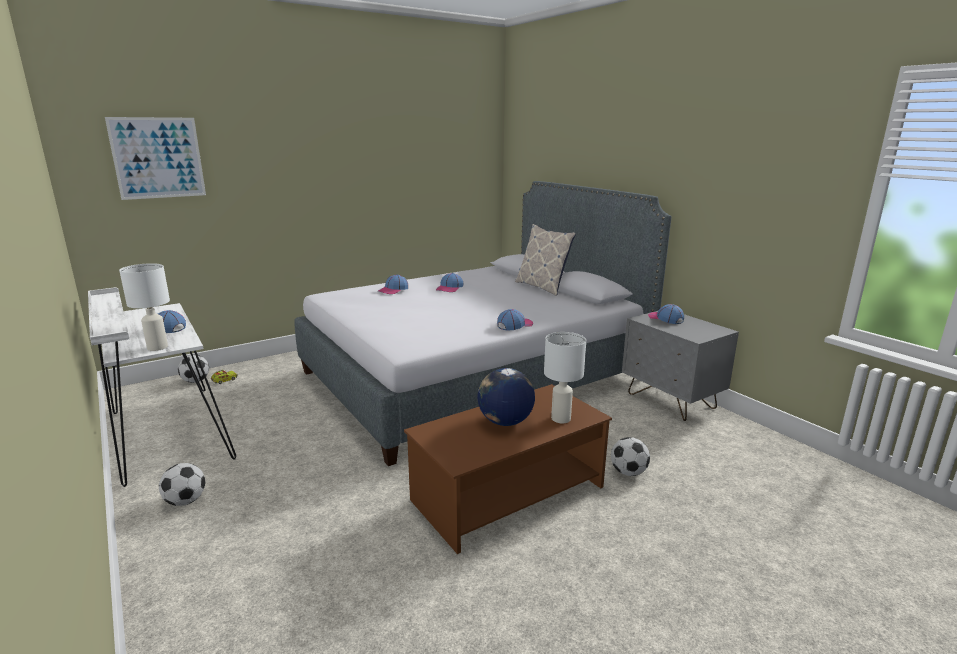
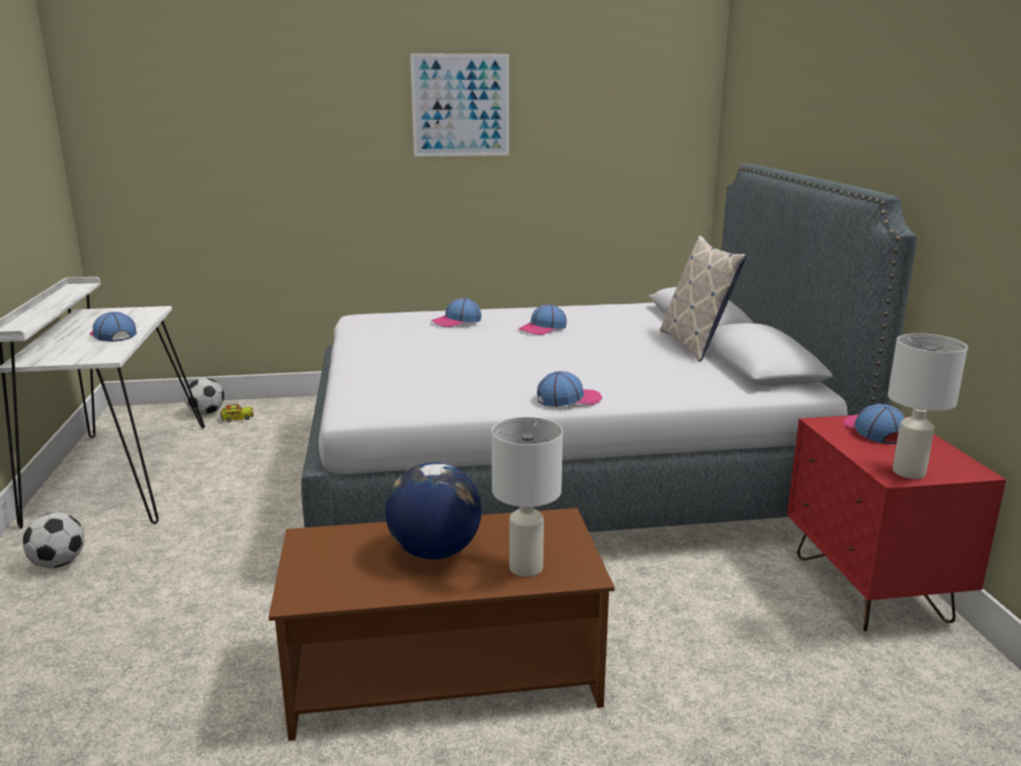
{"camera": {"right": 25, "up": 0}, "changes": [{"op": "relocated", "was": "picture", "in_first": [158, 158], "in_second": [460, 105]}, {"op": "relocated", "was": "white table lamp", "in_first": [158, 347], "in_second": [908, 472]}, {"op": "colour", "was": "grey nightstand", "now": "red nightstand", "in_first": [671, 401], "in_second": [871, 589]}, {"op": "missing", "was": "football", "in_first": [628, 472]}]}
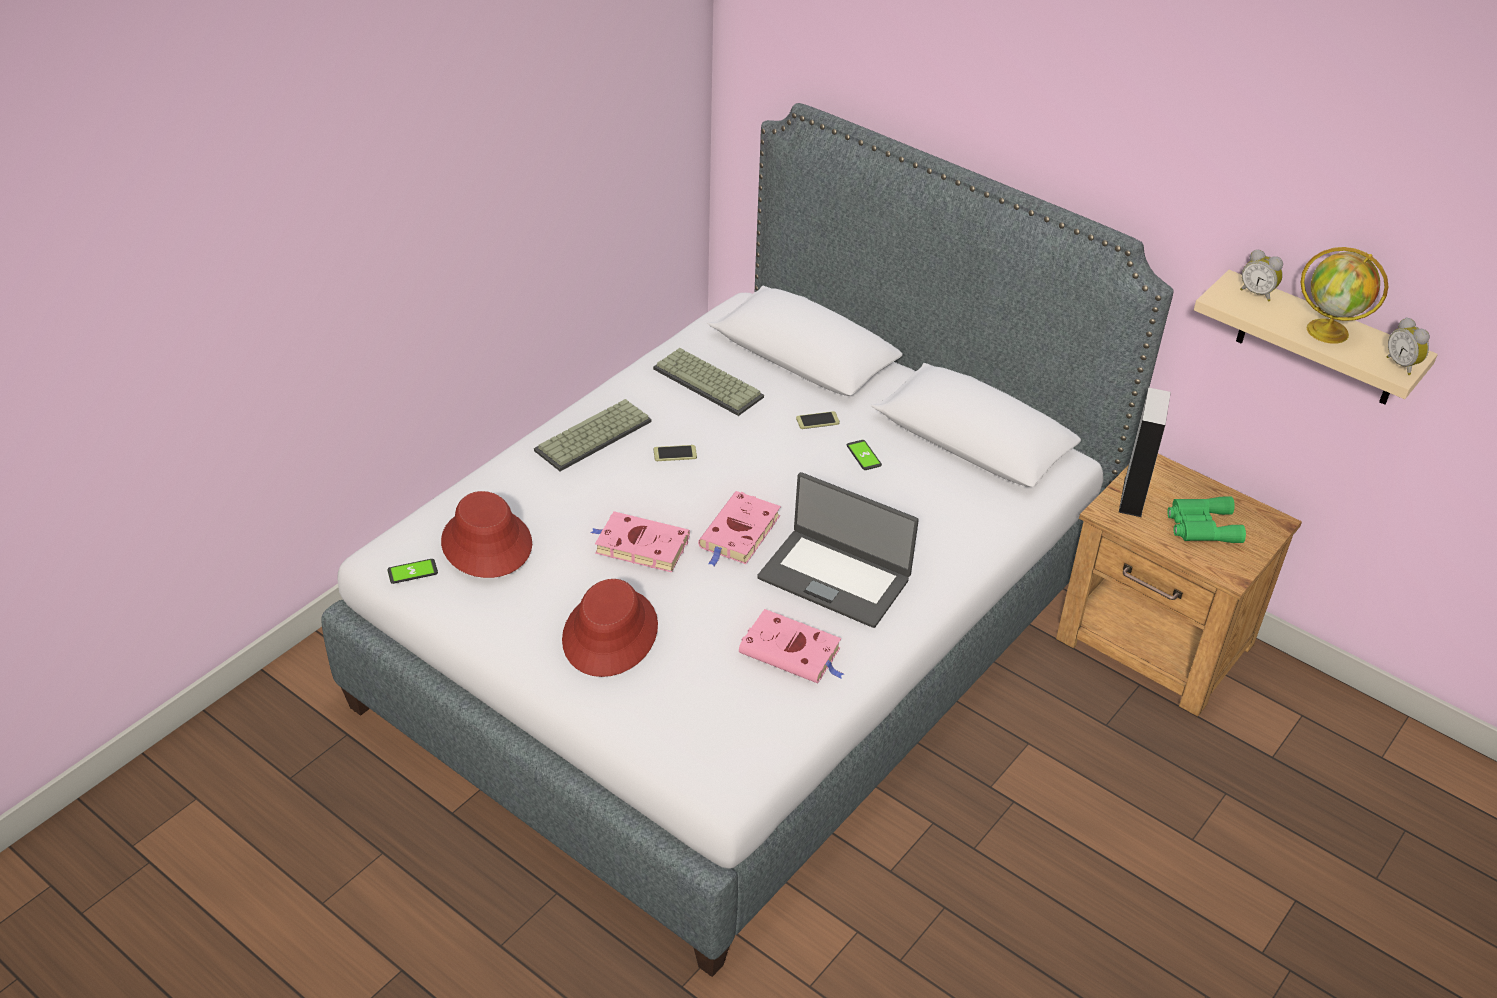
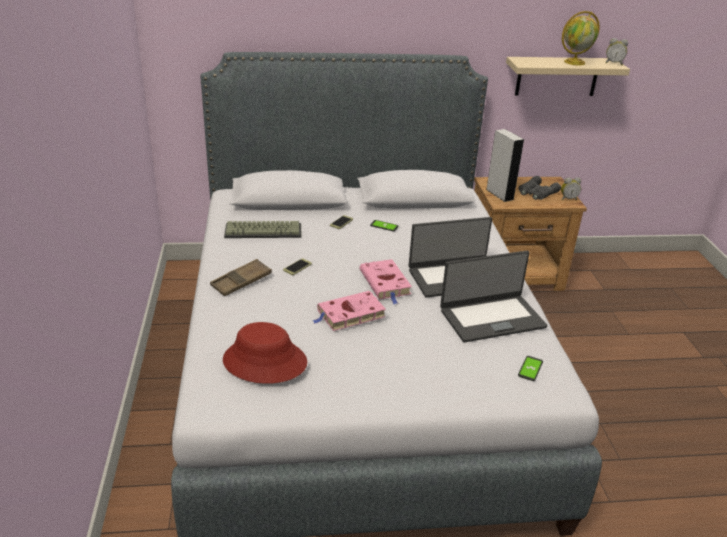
{"camera": {"right": -45, "up": -10}, "changes": [{"op": "relocated", "was": "alarm clock", "in_first": [1257, 293], "in_second": [568, 199]}, {"op": "exchanged", "was": "keyboard", "now": "brown tray", "in_first": [593, 437], "in_second": [241, 281]}, {"op": "colour", "was": "green binoculars", "now": "grey binoculars", "in_first": [1201, 526], "in_second": [536, 193]}, {"op": "relocated", "was": "phone", "in_first": [412, 572], "in_second": [530, 369]}, {"op": "missing", "was": "red hat", "in_first": [610, 633]}, {"op": "exchanged", "was": "pink book", "now": "laptop", "in_first": [792, 652], "in_second": [491, 318]}]}
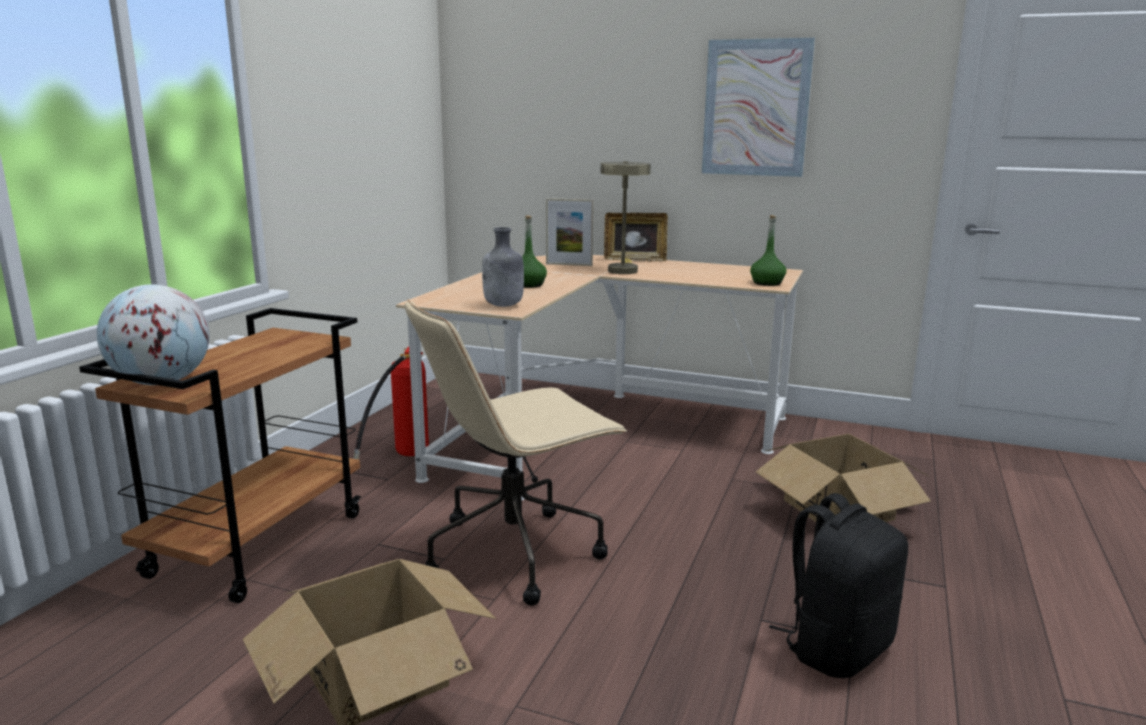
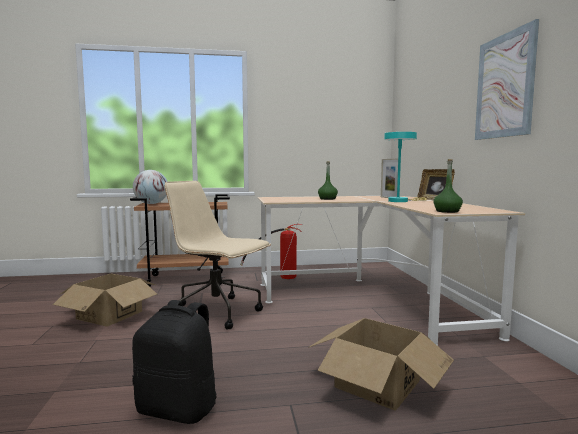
{"camera": {"right": 60, "up": -10}, "changes": [{"op": "colour", "was": "beige table lamp", "now": "turquoise table lamp", "in_first": [622, 270], "in_second": [401, 201]}, {"op": "missing", "was": "grey bottle", "in_first": [504, 305]}]}
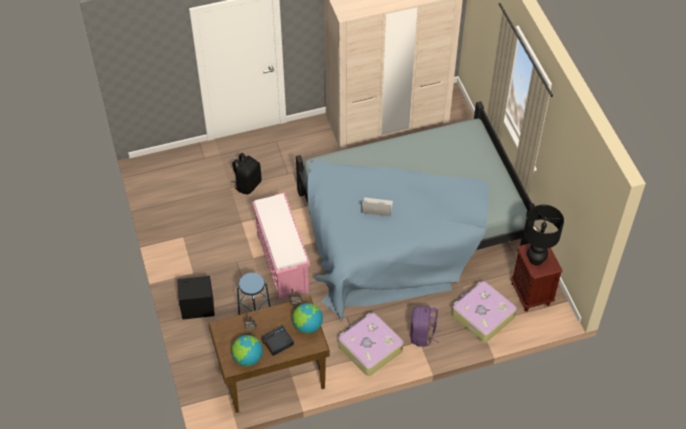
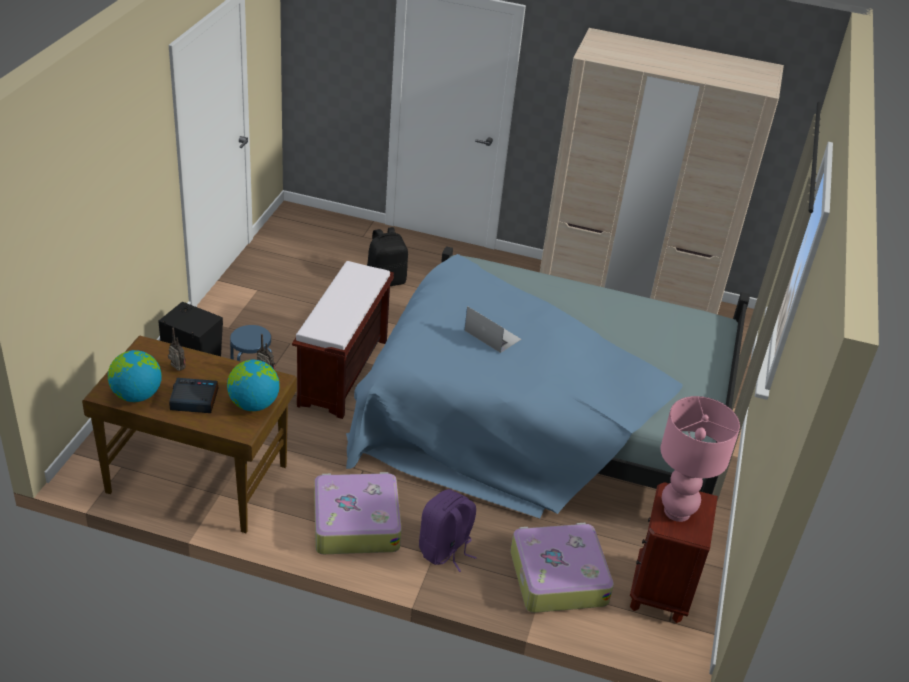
{"camera": {"right": 30, "up": -15}, "changes": [{"op": "colour", "was": "pink bench", "now": "brown bench", "in_first": [283, 263], "in_second": [343, 373]}, {"op": "colour", "was": "black table lamp", "now": "pink table lamp", "in_first": [536, 259], "in_second": [677, 512]}]}
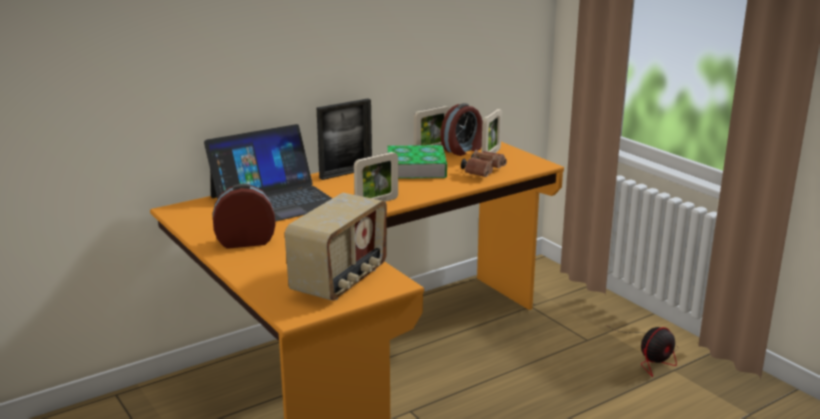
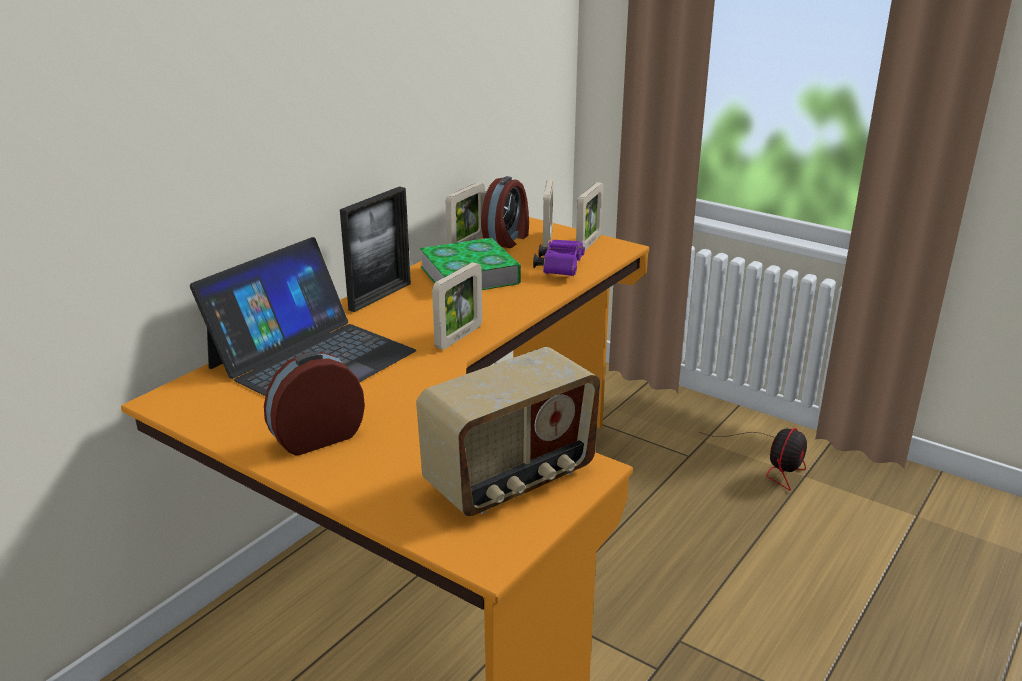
{"camera": {"right": -20, "up": 5}, "changes": [{"op": "colour", "was": "brown binoculars", "now": "purple binoculars", "in_first": [483, 172], "in_second": [560, 268]}, {"op": "spun", "was": "radio", "in_first": [341, 281], "in_second": [511, 480], "clockwise": 45}, {"op": "appeared", "now": "picture frame", "in_second": [588, 244]}]}
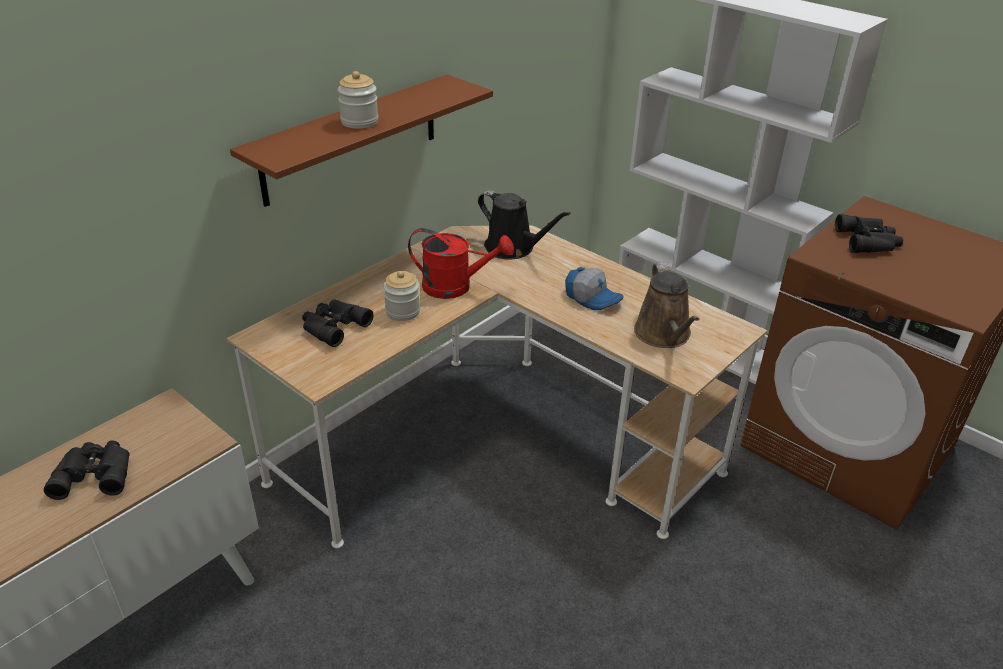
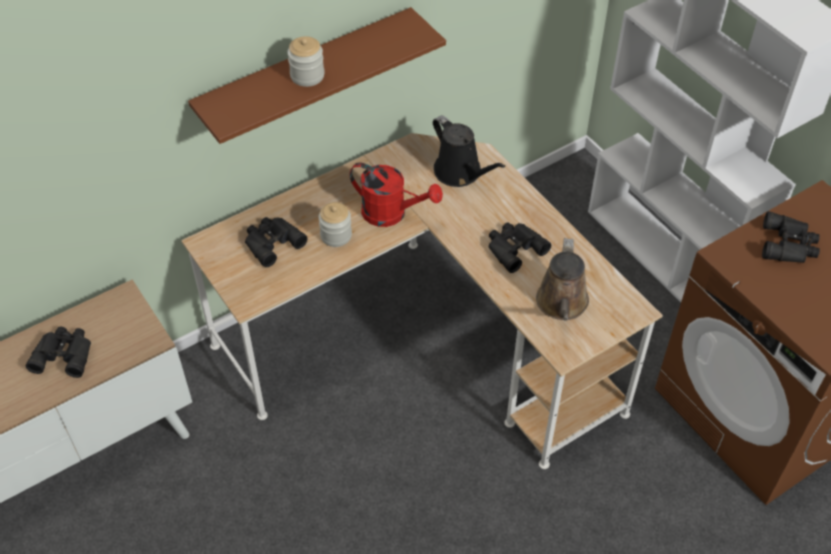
{"camera": {"right": 15, "up": 15}, "changes": [{"op": "exchanged", "was": "cap", "now": "black binoculars", "in_first": [593, 298], "in_second": [513, 248]}]}
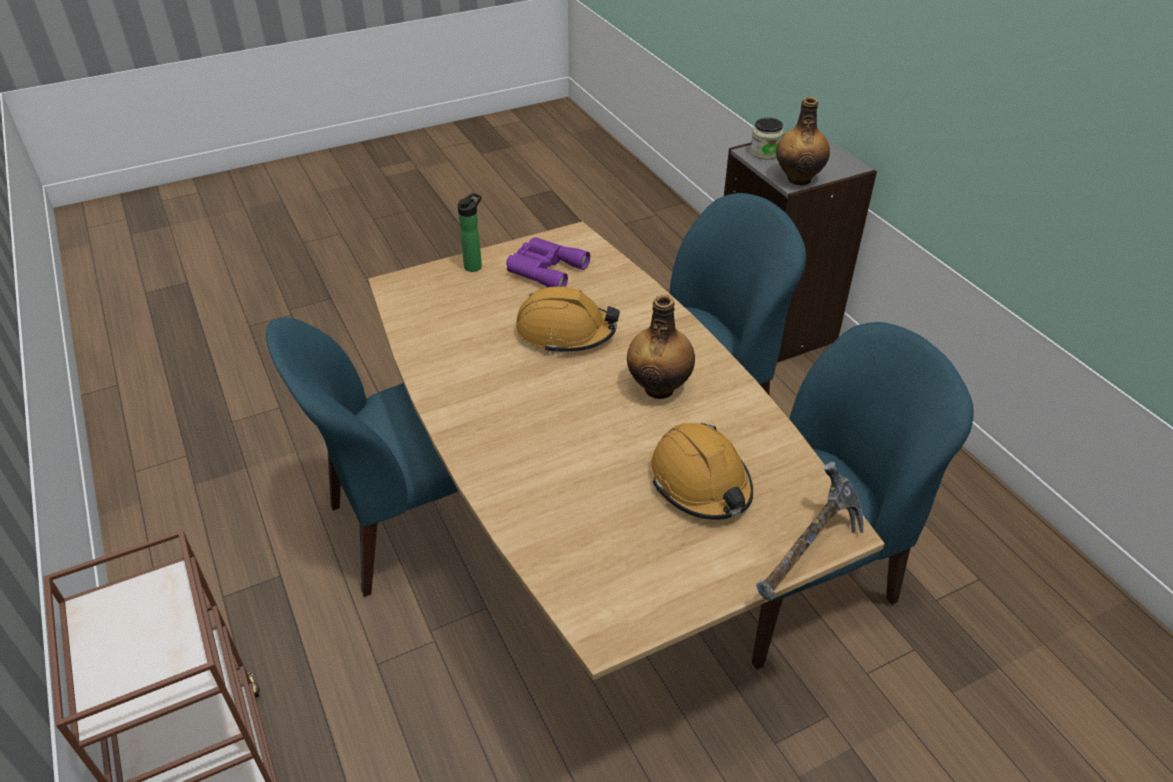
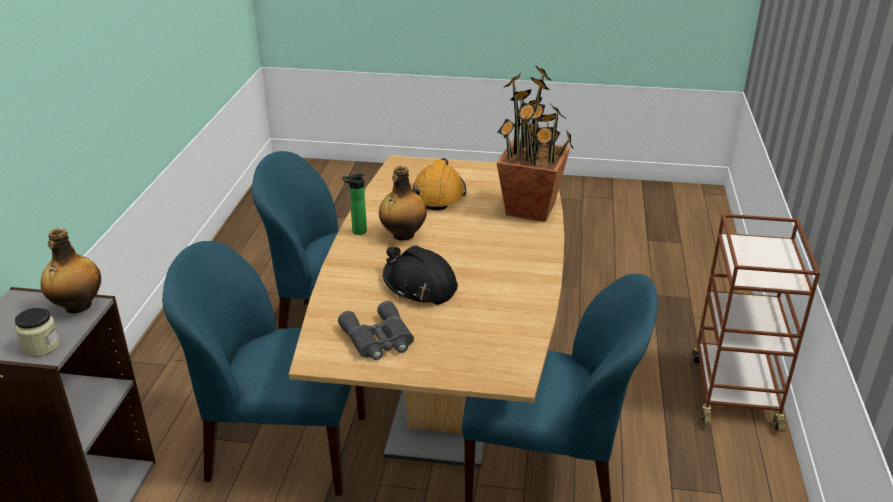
{"camera": {"right": -145, "up": -10}, "changes": [{"op": "relocated", "was": "bottle", "in_first": [475, 265], "in_second": [357, 231]}, {"op": "colour", "was": "purple binoculars", "now": "grey binoculars", "in_first": [544, 269], "in_second": [378, 339]}, {"op": "colour", "was": "orange hard hat", "now": "black hard hat", "in_first": [565, 332], "in_second": [419, 286]}, {"op": "missing", "was": "hammer", "in_first": [804, 557]}, {"op": "appeared", "now": "potted plant", "in_second": [531, 209]}]}
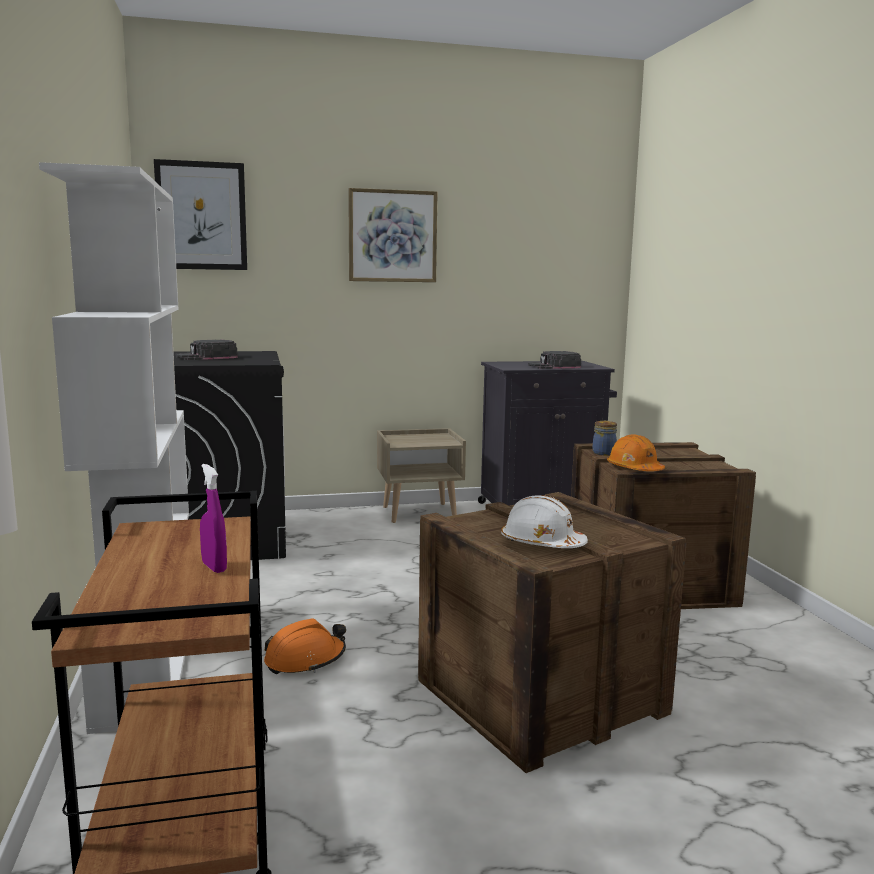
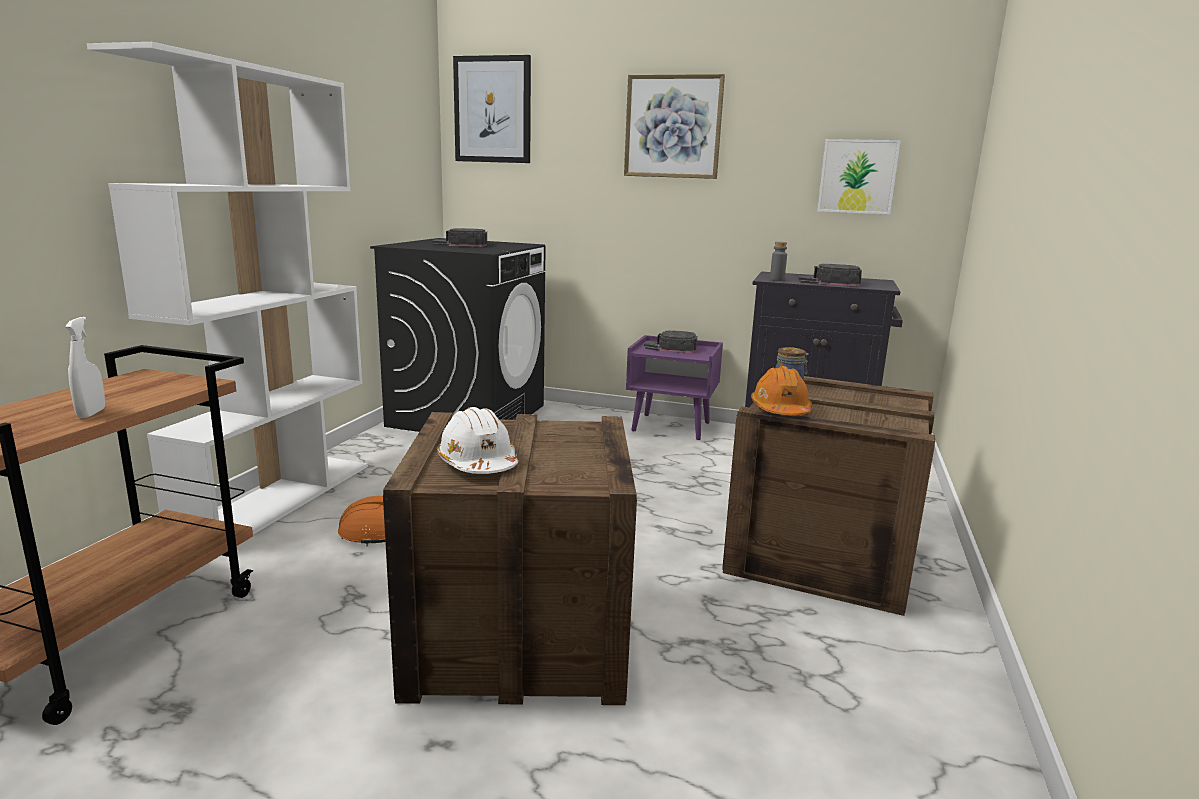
{"camera": {"right": 30, "up": 5}, "changes": [{"op": "colour", "was": "beige nightstand", "now": "purple nightstand", "in_first": [419, 512], "in_second": [672, 426]}, {"op": "colour", "was": "purple spray bottle", "now": "white spray bottle", "in_first": [214, 567], "in_second": [91, 413]}, {"op": "appeared", "now": "picture", "in_second": [857, 176]}, {"op": "appeared", "now": "grey bottle", "in_second": [777, 279]}, {"op": "appeared", "now": "black cap", "in_second": [670, 347]}]}
